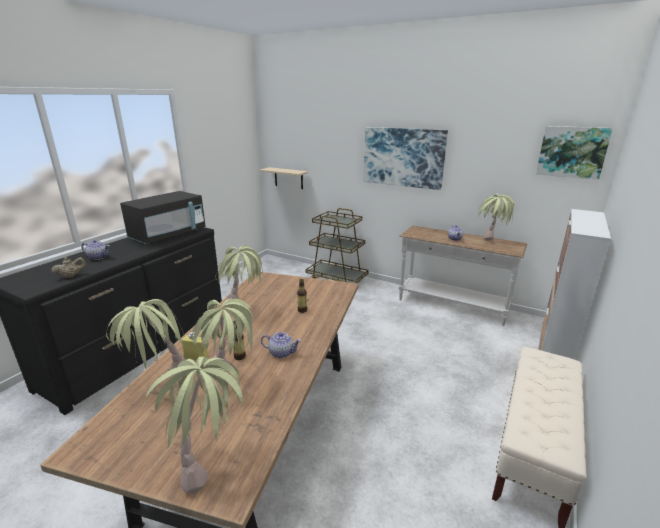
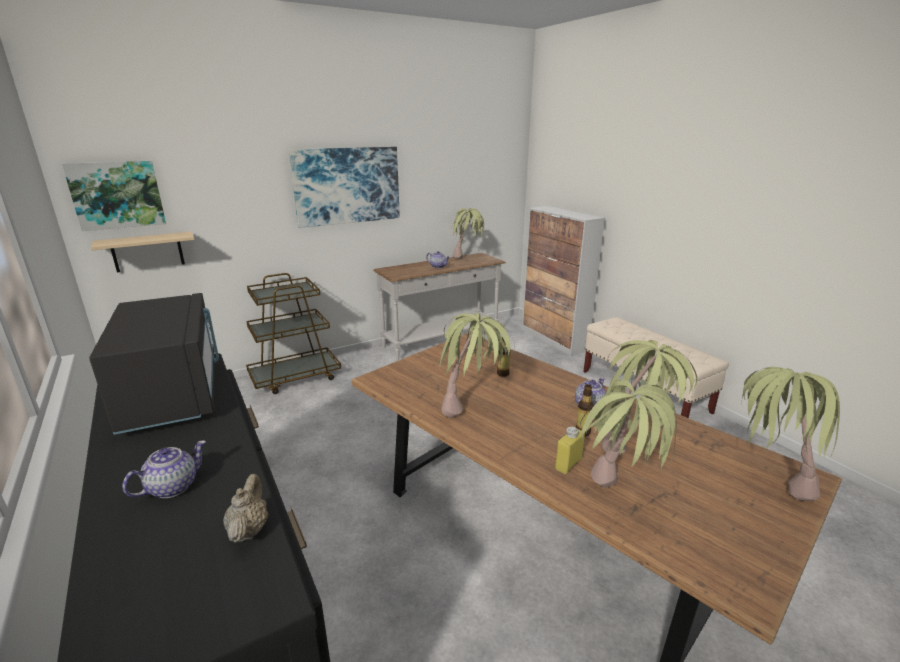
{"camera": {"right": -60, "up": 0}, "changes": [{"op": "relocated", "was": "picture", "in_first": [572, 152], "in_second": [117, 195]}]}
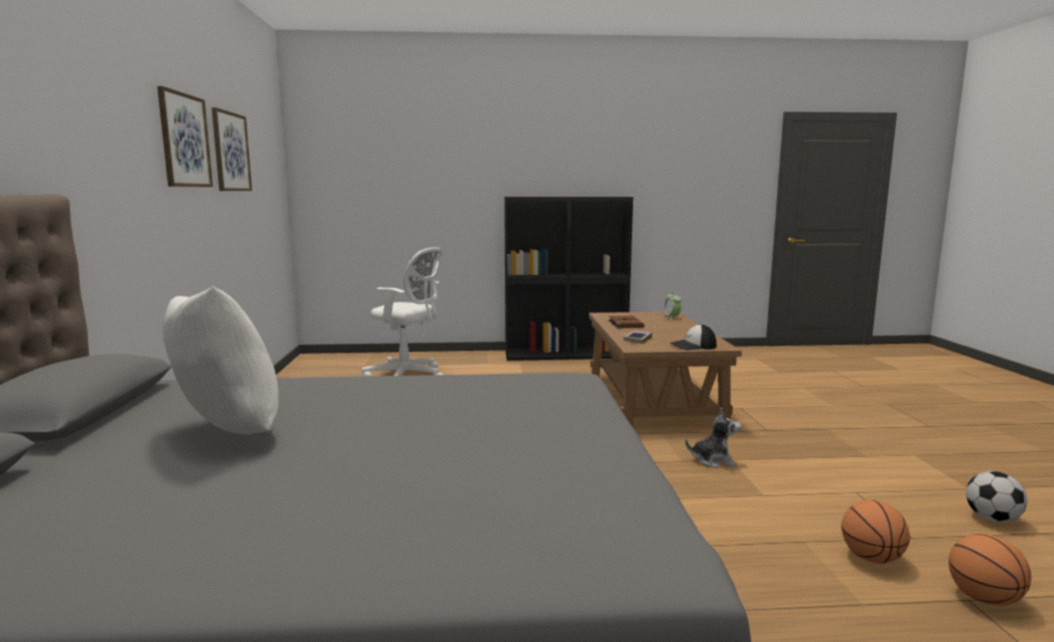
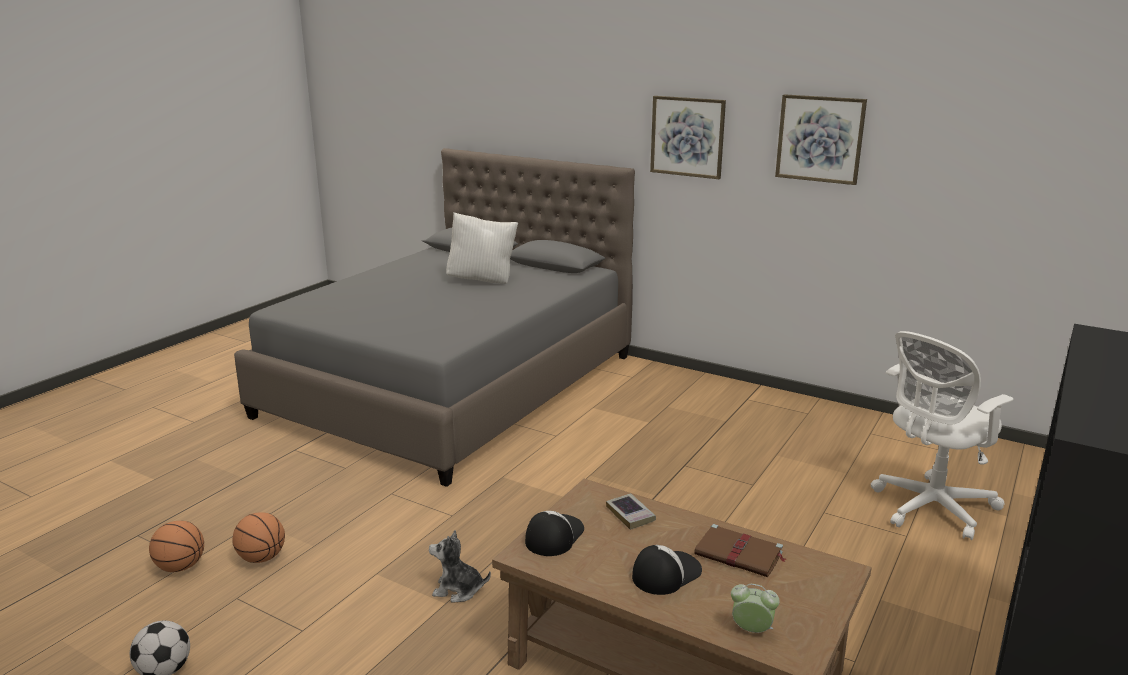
{"camera": {"right": 125, "up": 10}, "changes": [{"op": "relocated", "was": "picture", "in_first": [230, 152], "in_second": [687, 136]}, {"op": "spun", "was": "plush toy", "in_first": [713, 461], "in_second": [458, 590], "clockwise": 60}, {"op": "appeared", "now": "cap", "in_second": [665, 573]}]}
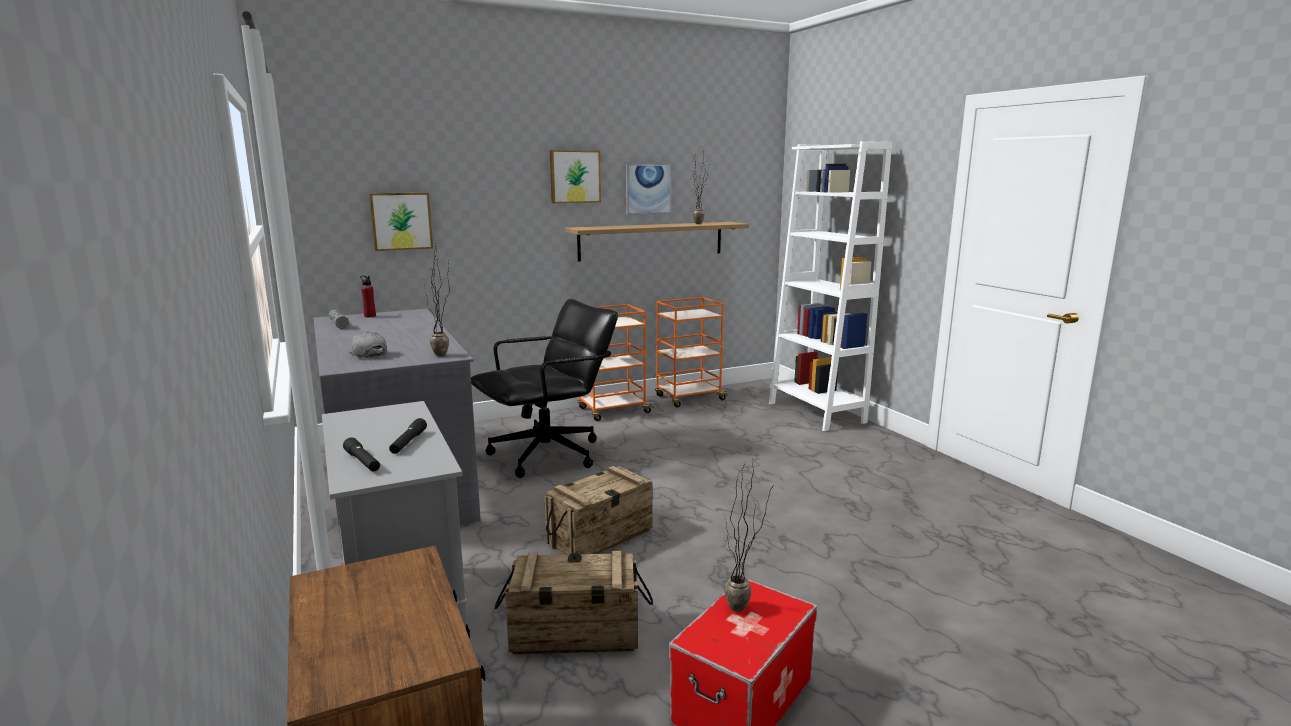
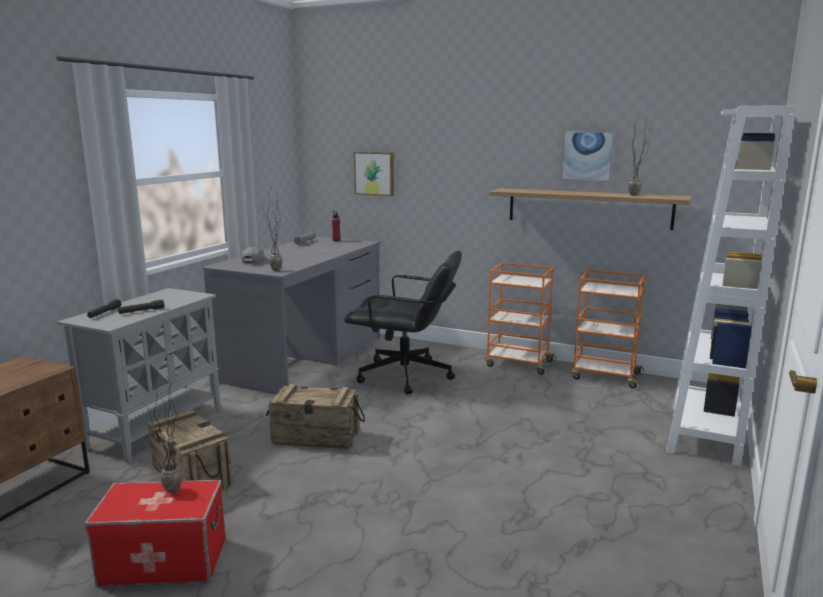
{"camera": {"right": 50, "up": 0}, "changes": [{"op": "missing", "was": "picture", "in_first": [574, 176]}]}
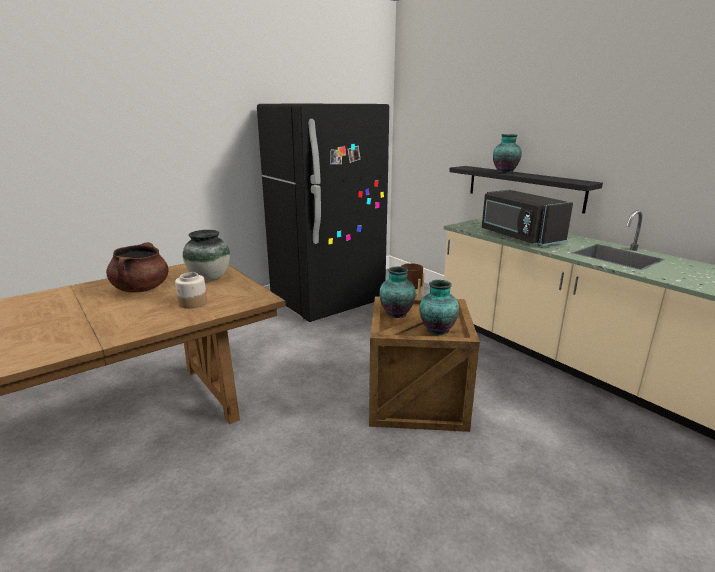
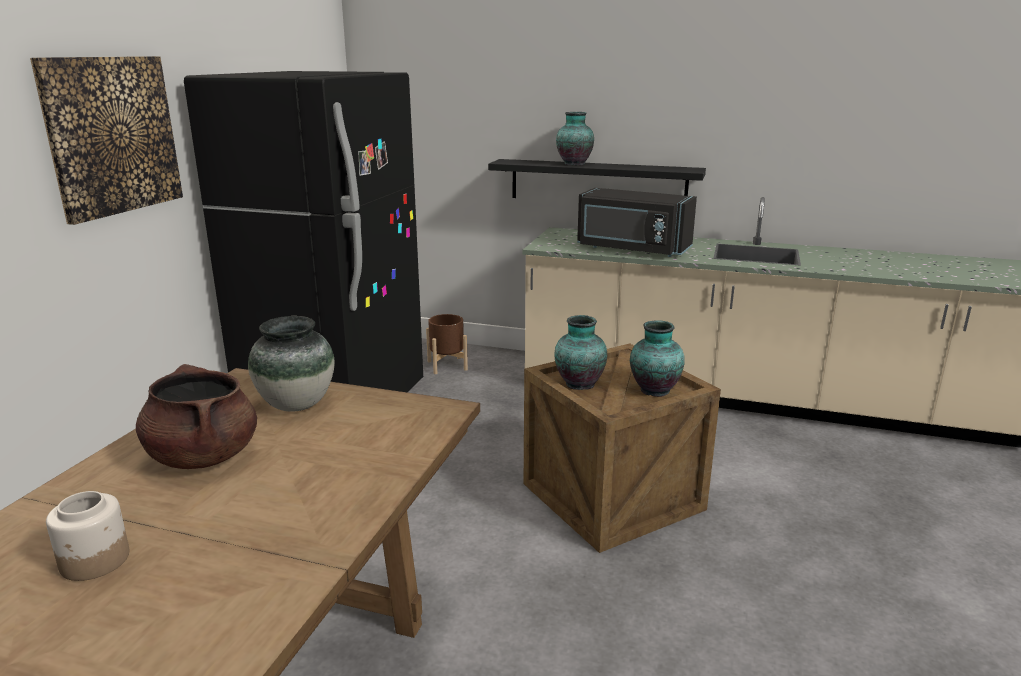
{"camera": {"right": -35, "up": 0}, "changes": [{"op": "relocated", "was": "jar", "in_first": [192, 303], "in_second": [95, 561]}, {"op": "appeared", "now": "picture", "in_second": [112, 135]}]}
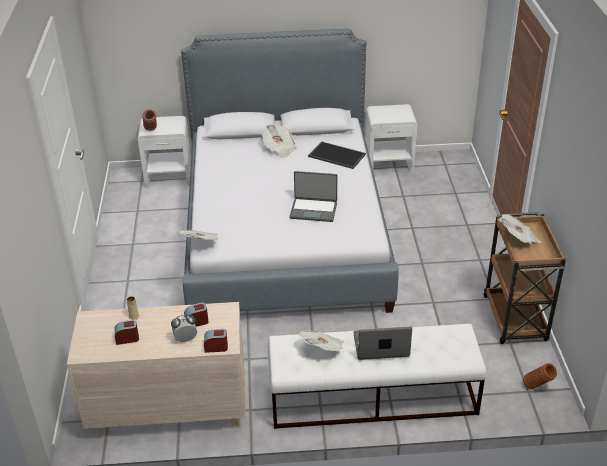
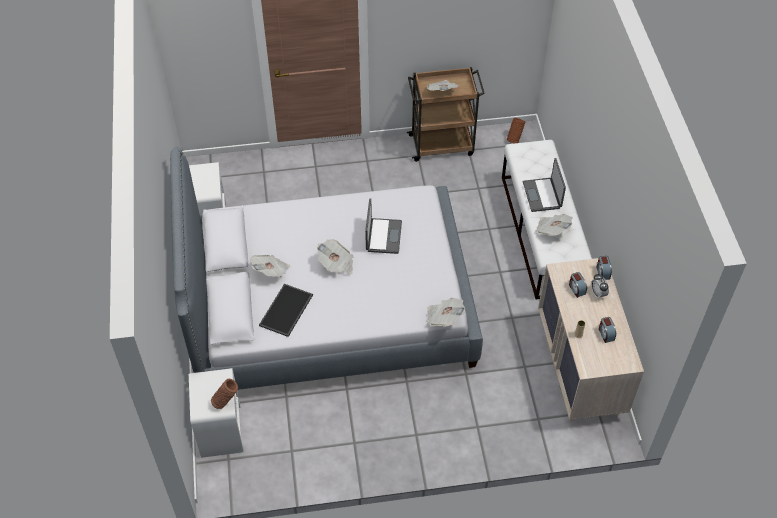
{"camera": {"right": -95, "up": 15}, "changes": [{"op": "relocated", "was": "tray", "in_first": [336, 156], "in_second": [286, 311]}, {"op": "appeared", "now": "newspaper", "in_second": [336, 264]}]}
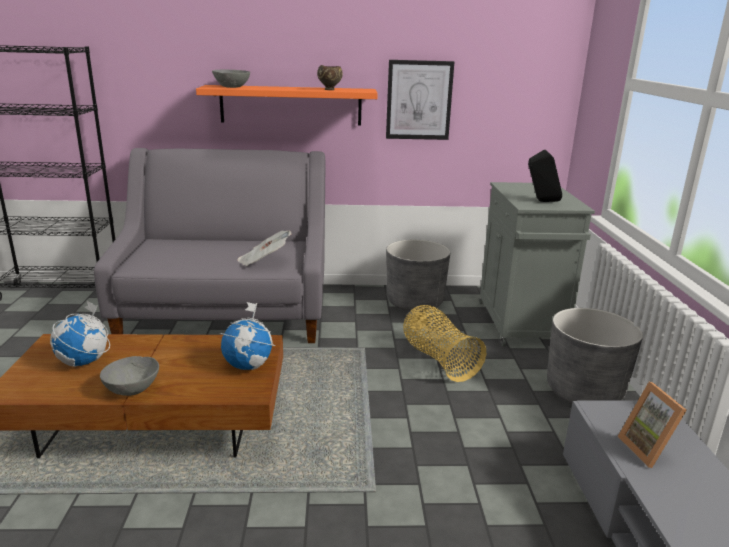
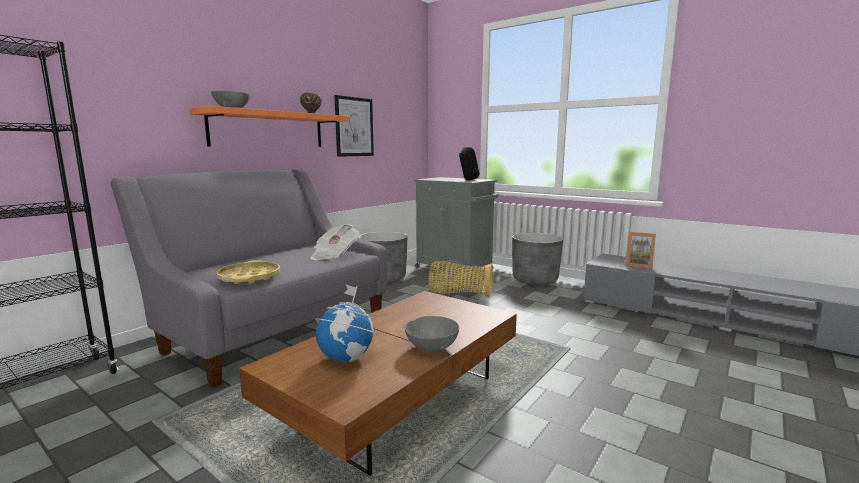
{"camera": {"right": -50, "up": -10}, "changes": [{"op": "missing", "was": "globe", "in_first": [248, 365]}, {"op": "appeared", "now": "yellow tray", "in_second": [249, 277]}]}
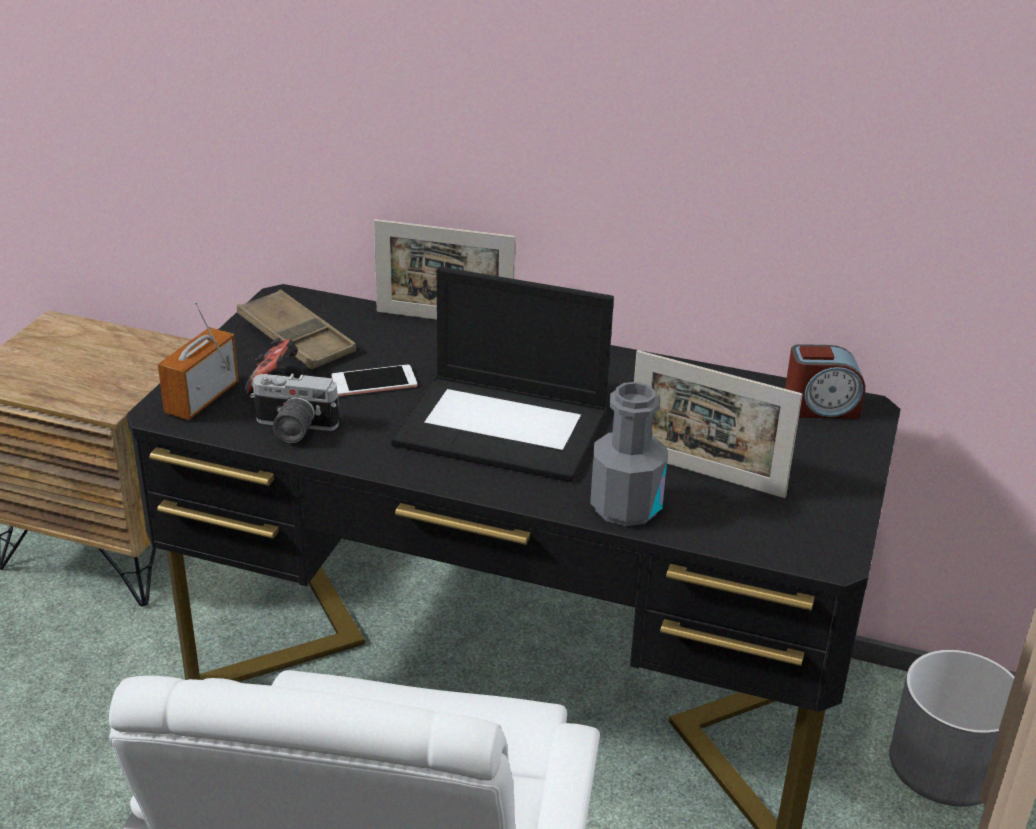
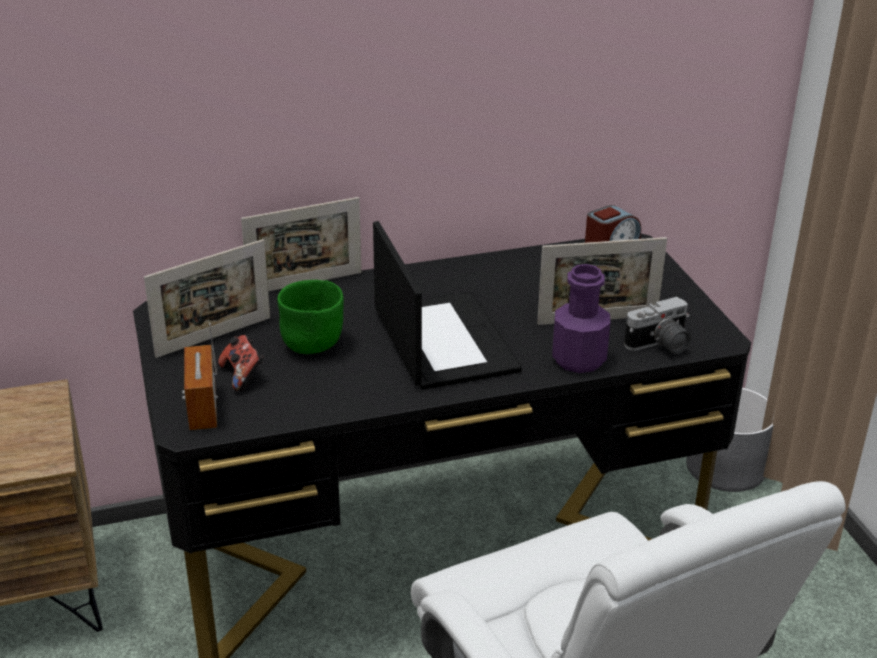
{"camera": {"right": -35, "up": 0}, "changes": [{"op": "spun", "was": "laptop", "in_first": [504, 427], "in_second": [442, 340], "clockwise": -90}, {"op": "exchanged", "was": "brown tray", "now": "picture frame", "in_first": [296, 338], "in_second": [214, 337]}, {"op": "exchanged", "was": "phone", "now": "green bowl", "in_first": [374, 382], "in_second": [314, 345]}, {"op": "relocated", "was": "photo camera", "in_first": [292, 429], "in_second": [660, 346]}, {"op": "colour", "was": "grey bottle", "now": "purple bottle", "in_first": [625, 506], "in_second": [578, 359]}]}
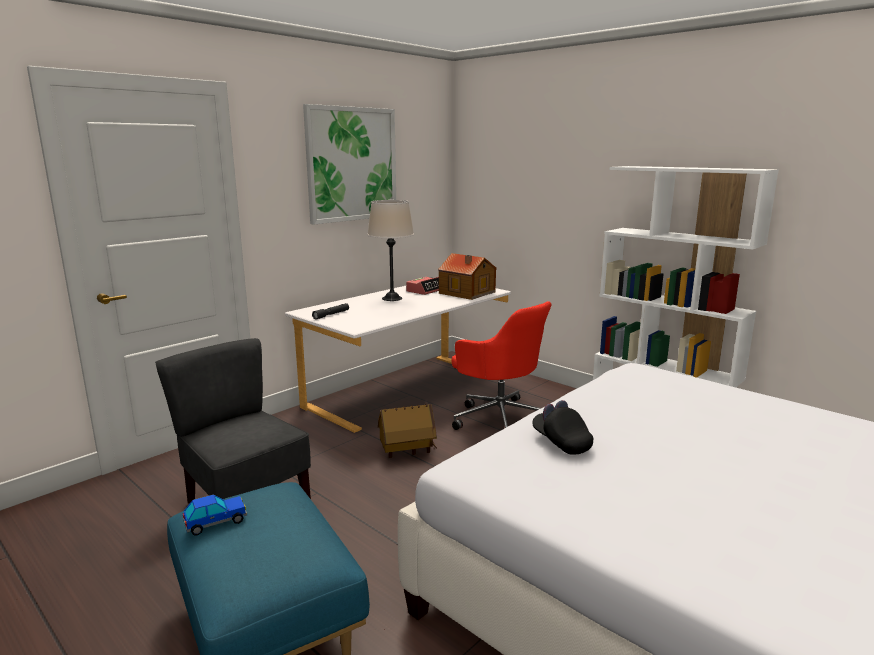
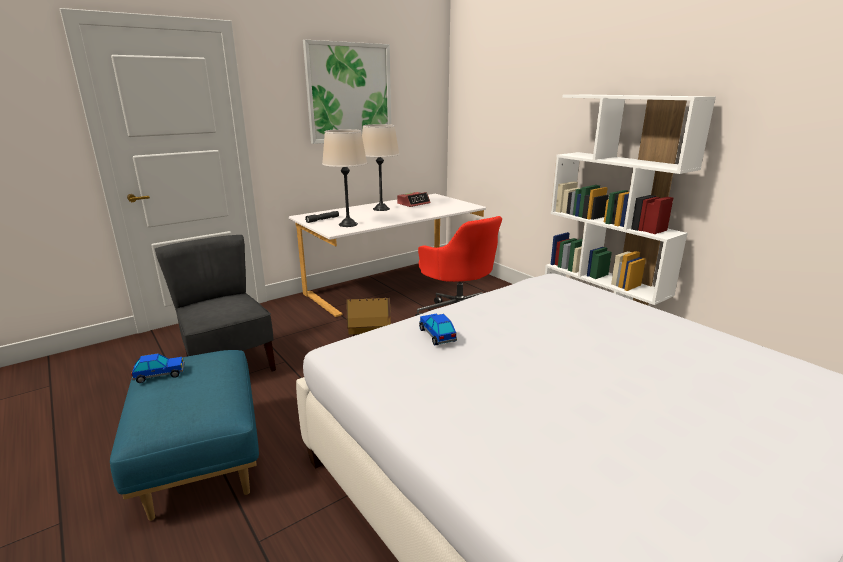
{"camera": {"right": 10, "up": 5}, "changes": [{"op": "missing", "was": "toy house", "in_first": [467, 293]}, {"op": "exchanged", "was": "black cap", "now": "toy car", "in_first": [561, 442], "in_second": [437, 335]}, {"op": "appeared", "now": "beige table lamp", "in_second": [348, 224]}]}
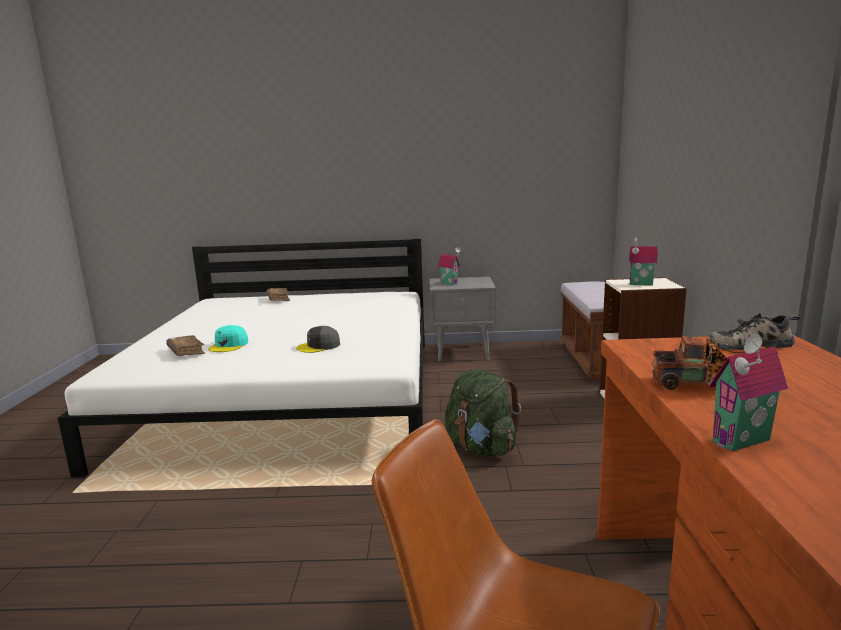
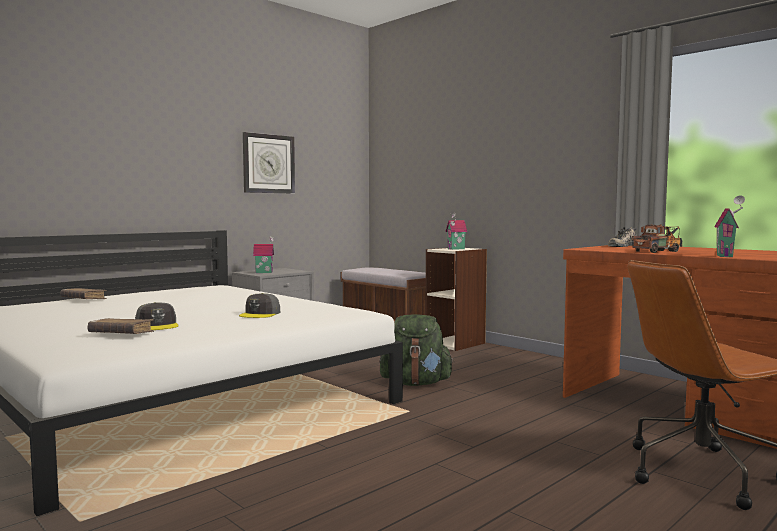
{"camera": {"right": -45, "up": -10}, "changes": [{"op": "colour", "was": "turquoise cap", "now": "grey cap", "in_first": [229, 345], "in_second": [157, 325]}, {"op": "appeared", "now": "wall clock", "in_second": [268, 164]}]}
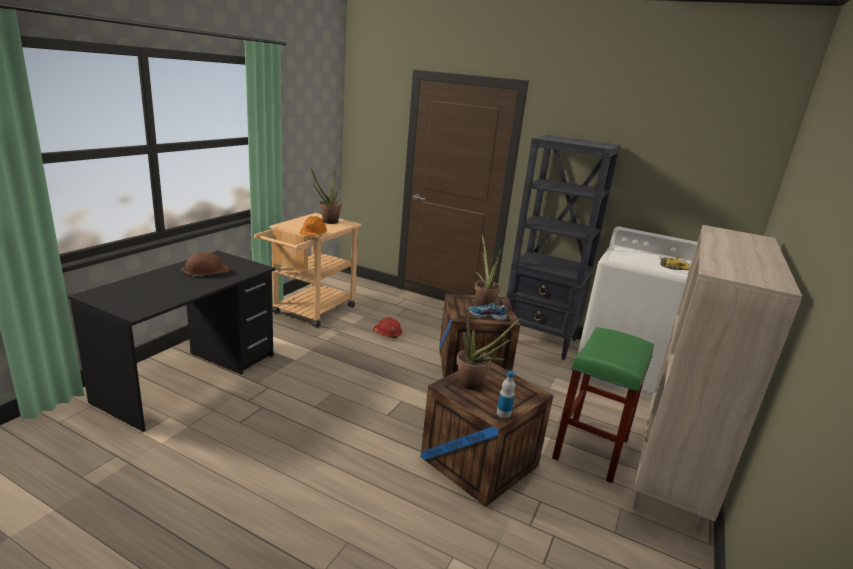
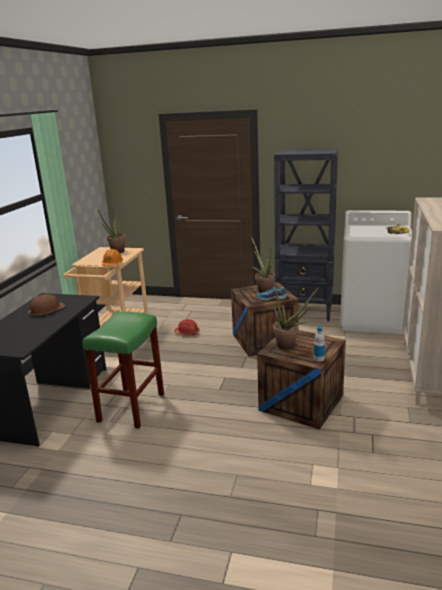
{"camera": {"right": -10, "up": 0}, "changes": [{"op": "relocated", "was": "green stool", "in_first": [591, 450], "in_second": [131, 408]}]}
